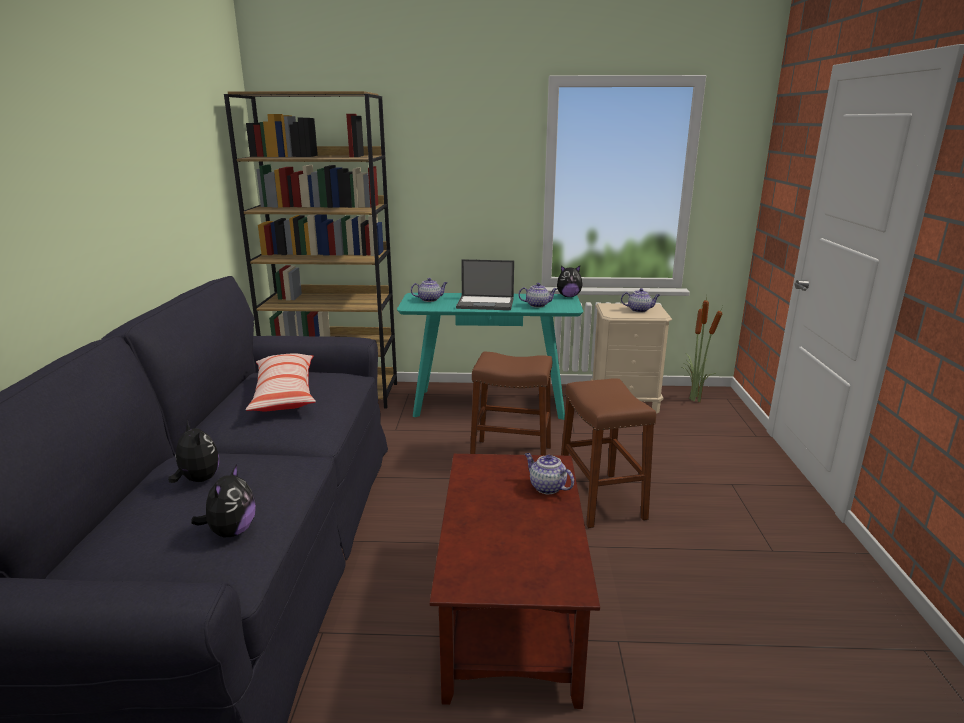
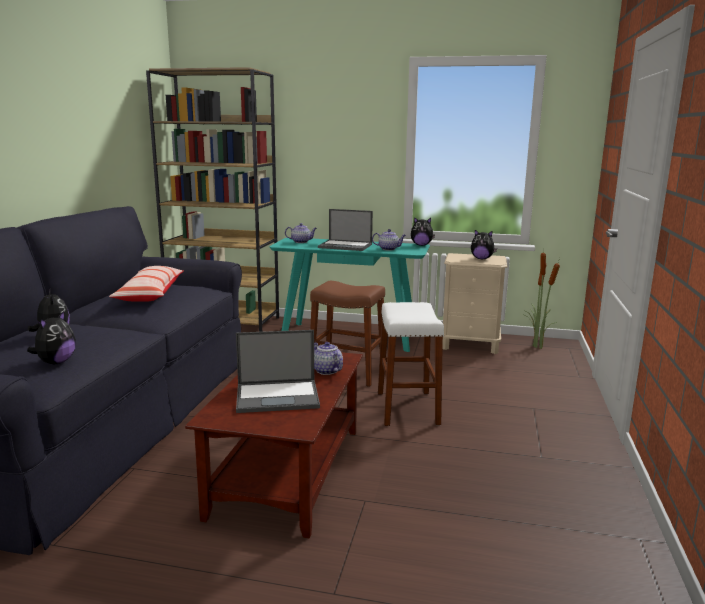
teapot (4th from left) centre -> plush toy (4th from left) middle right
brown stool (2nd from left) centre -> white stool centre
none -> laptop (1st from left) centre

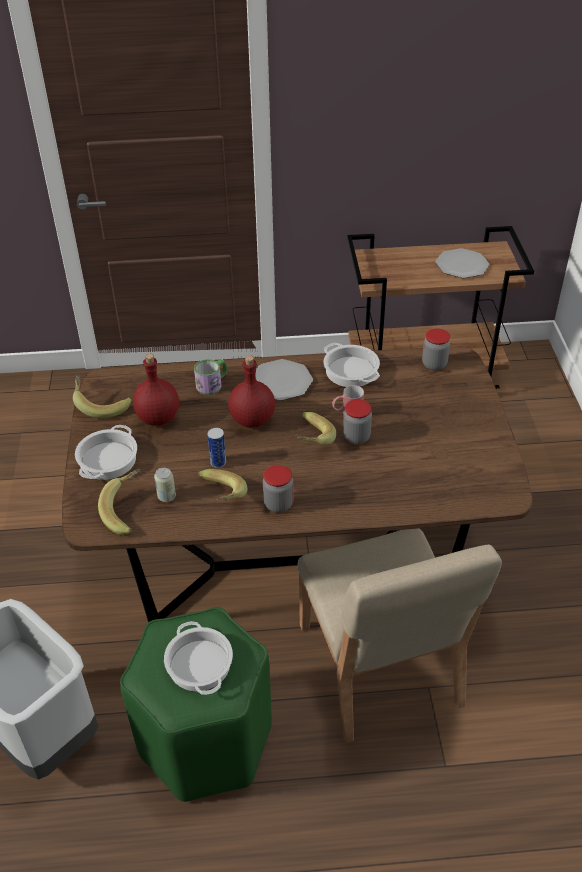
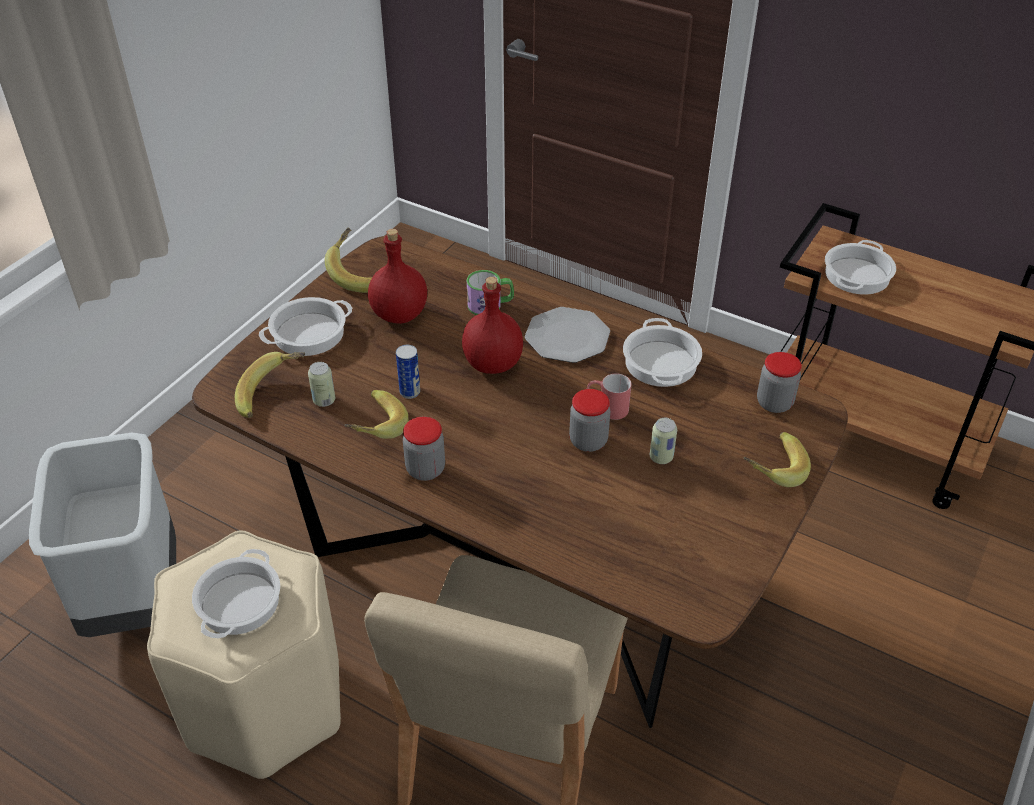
plate (2nd from left) top right -> none
banana (4th from left) centre -> banana (4th from left) middle right, moved
green stool bottom centre -> beige stool bottom left
none -> cooking pot (4th from left) top right
none -> can (3rd from left) centre

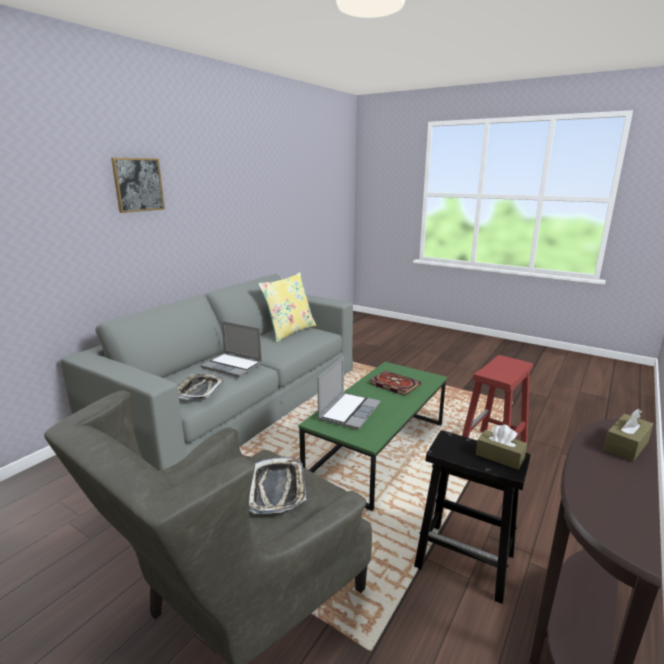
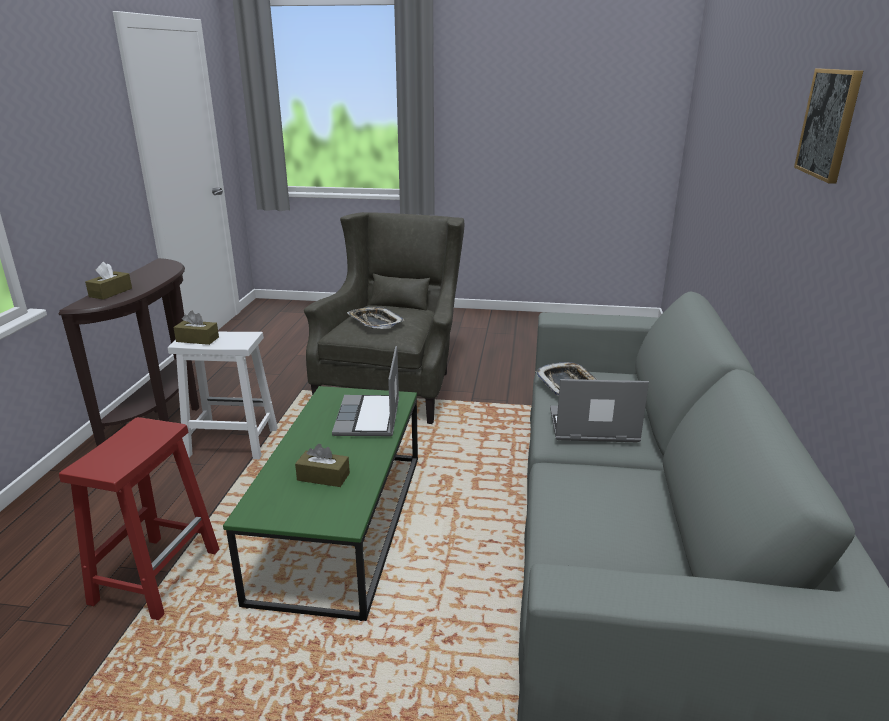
yellow pillow centre -> none
book centre -> brown tissue box (3rd from left) centre
black stool bottom right -> white stool middle left

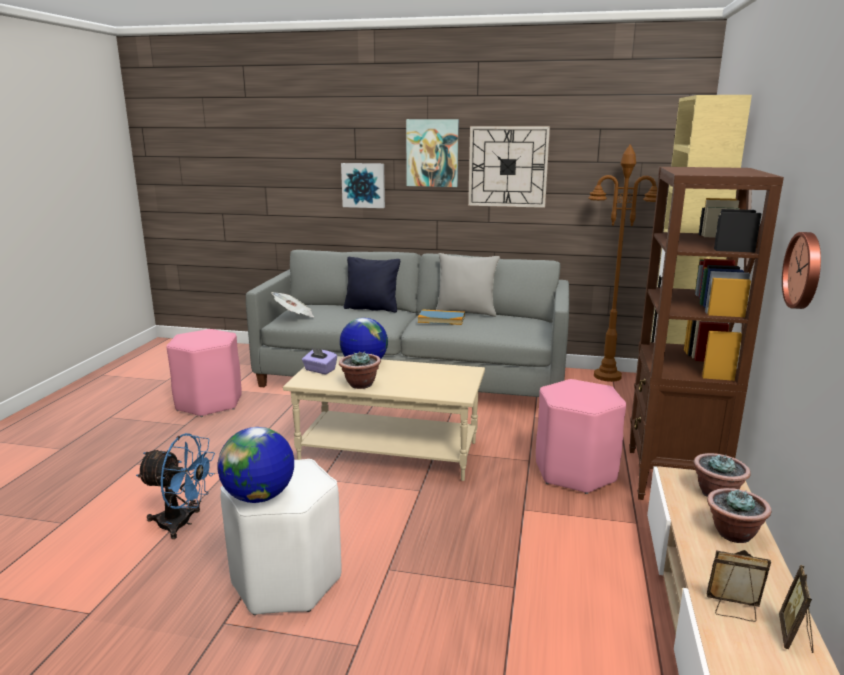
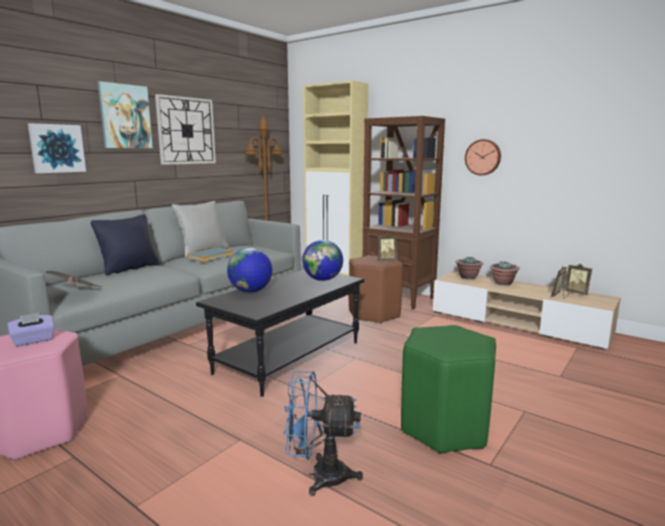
purple tissue box centre -> purple tissue box middle left, moved
potted plant (1st from left) centre -> none
beige coffee table centre -> black coffee table centre
pink stool (2nd from left) middle right -> brown stool centre
globe (1st from left in the first image) bottom left -> globe (2nd from left) centre, moved
blue fan bottom left -> blue fan bottom centre, 120 degrees counterclockwise
white stool bottom left -> green stool bottom right
none -> picture frame (1st from left) centre

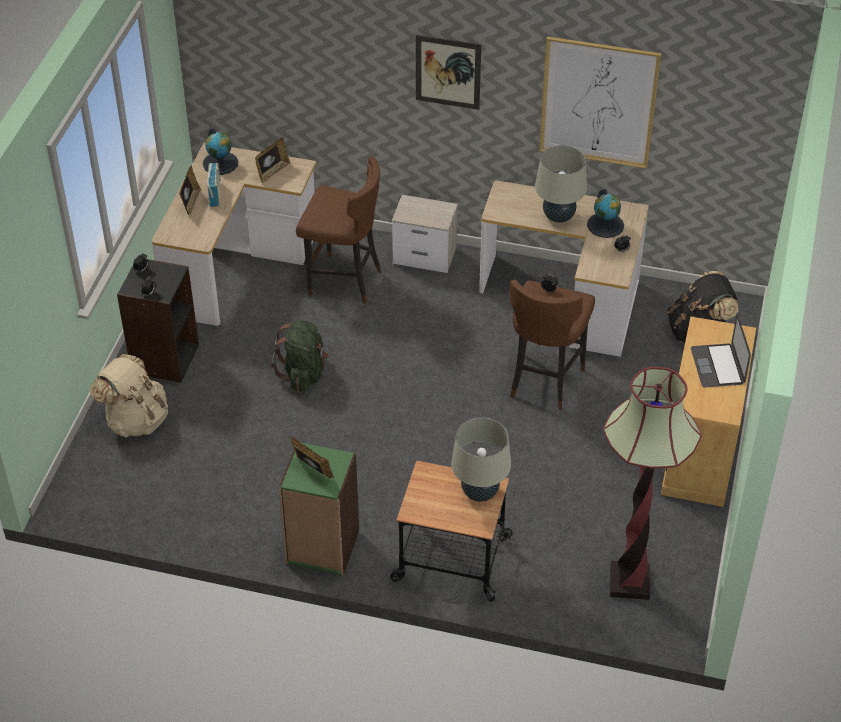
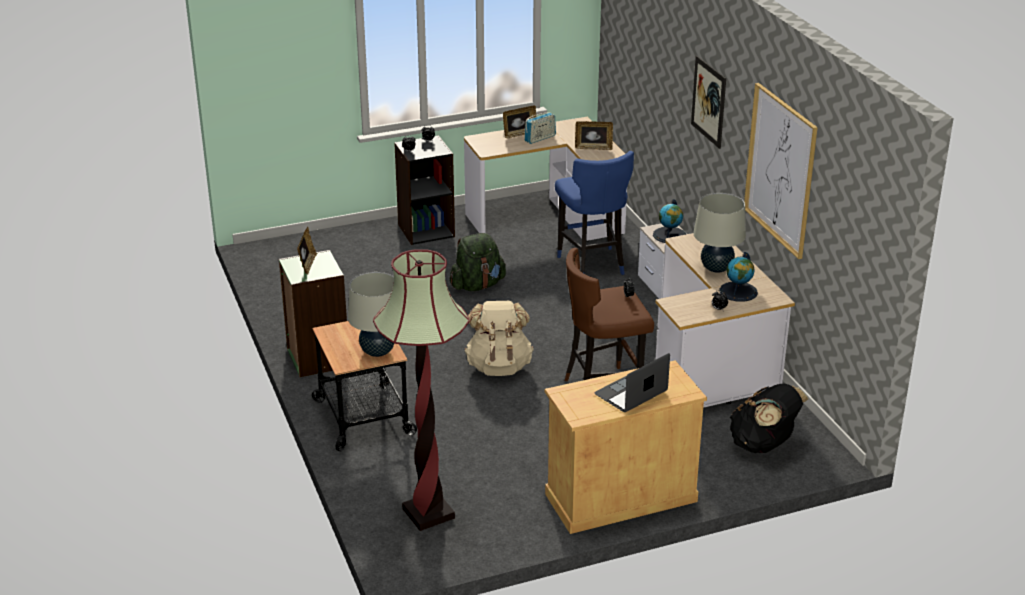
globe (1st from left) top left -> globe (1st from left) centre, moved
brown stool (1st from left) top centre -> blue stool centre
beige backpack middle left -> beige backpack centre, moved

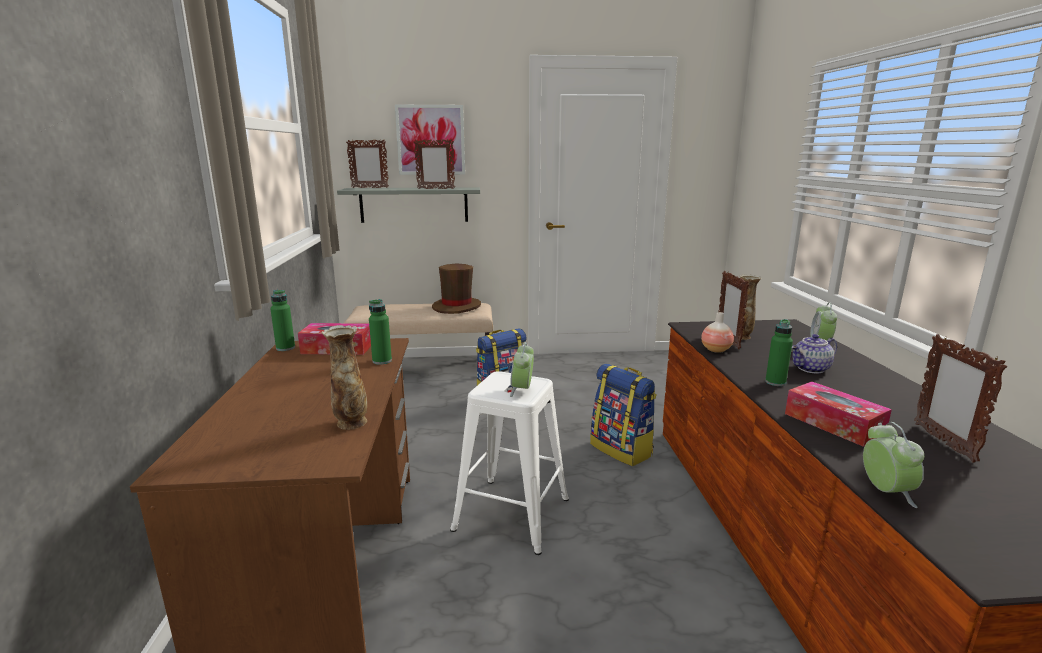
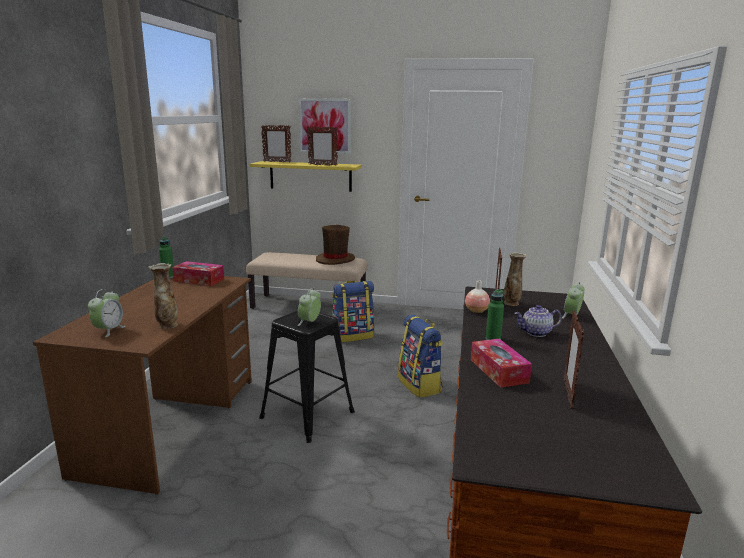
grey shelf top centre -> yellow shelf top centre
green bottle (2nd from left) centre -> none
white stool bottom centre -> black stool bottom centre
alarm clock (3rd from left in the first image) bottom right -> alarm clock (1st from left) middle left, moved

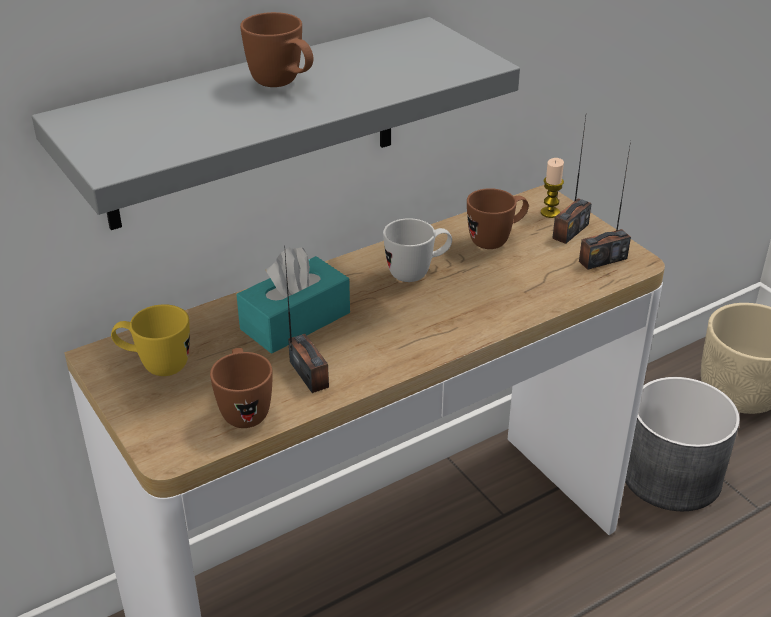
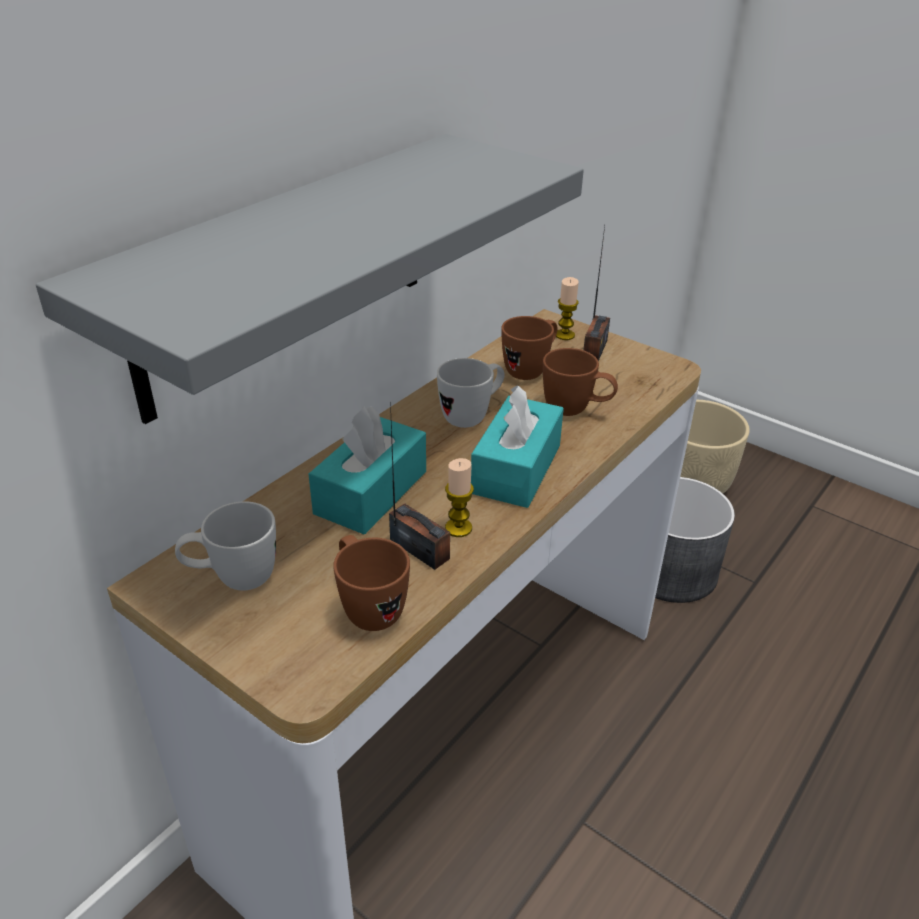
brown mug (2nd from left in the first image) top centre -> brown mug (3rd from left) centre, moved
radio (3rd from left) top right -> none
yellow mug middle left -> white mug (1st from left) middle left
none -> turquoise tissue box (2nd from left) centre
none -> candle (1st from left) centre

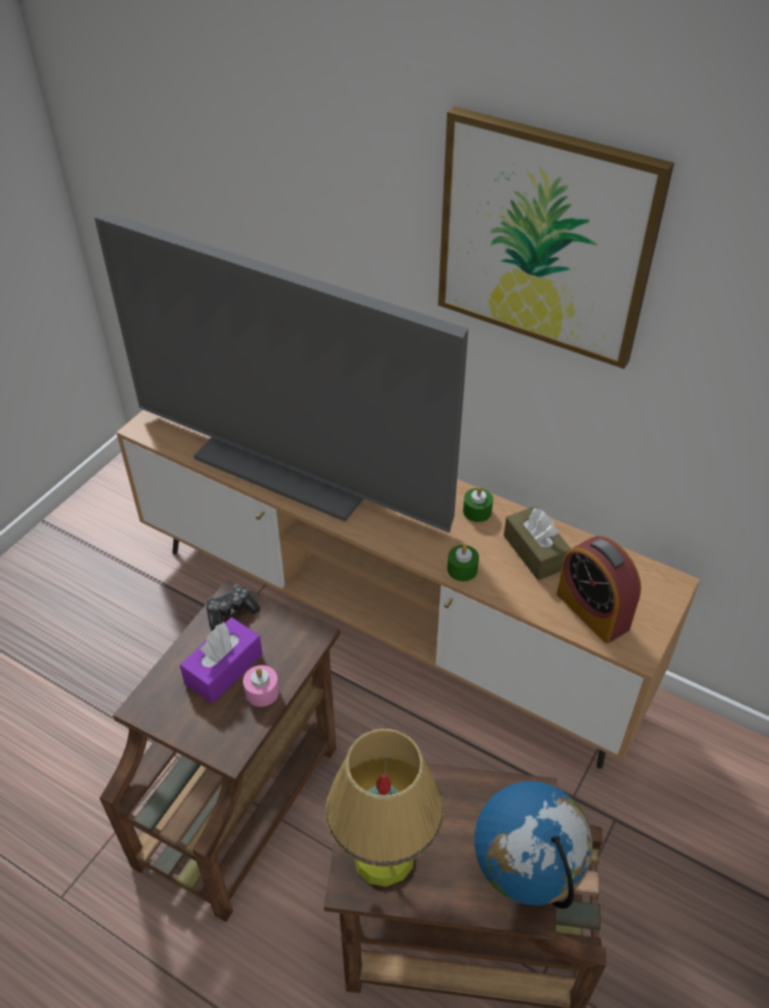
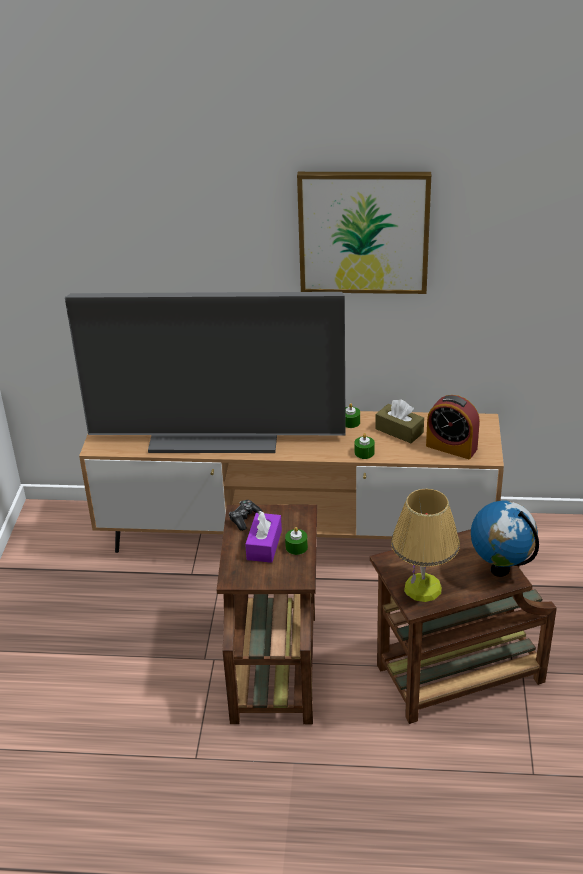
pink candle bottom centre -> green candle (1st from left) centre

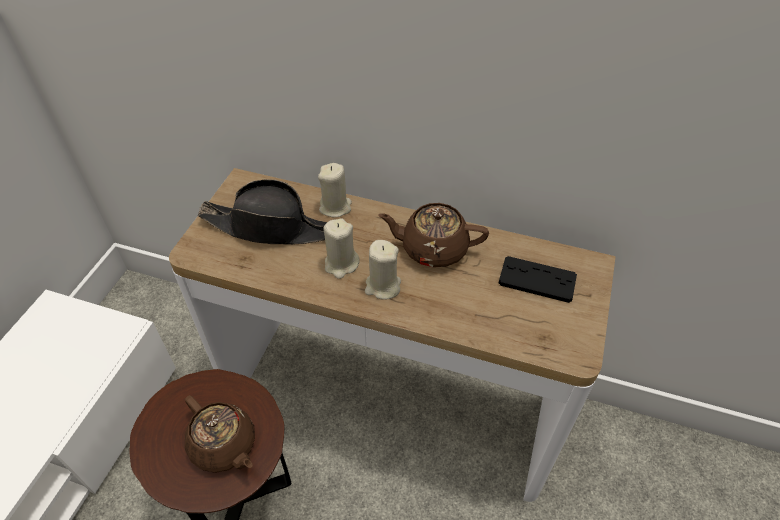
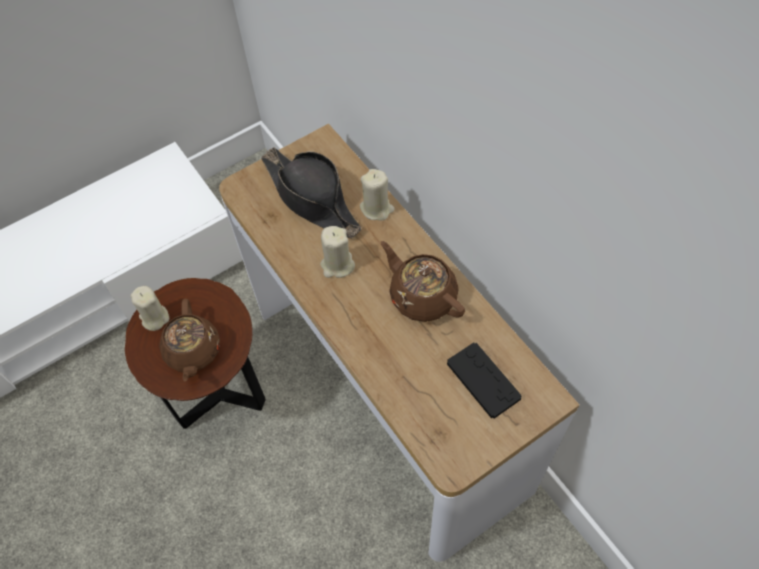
beige candle (3rd from left in the first image) centre -> beige candle (1st from left) middle left, moved

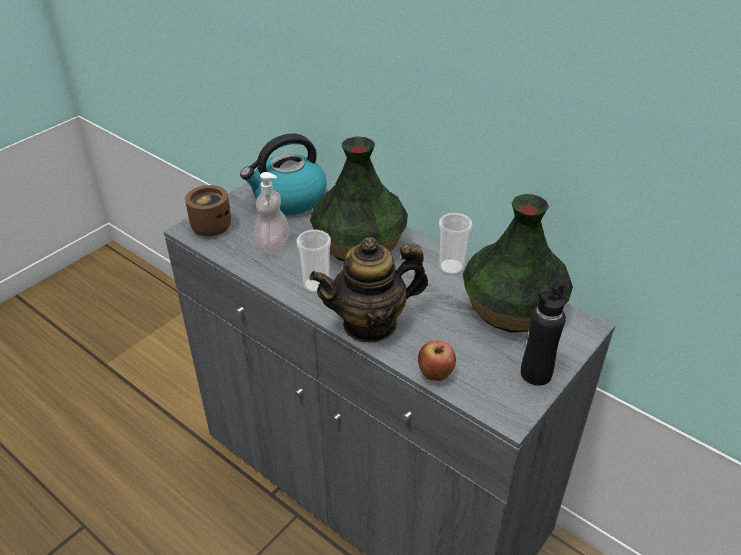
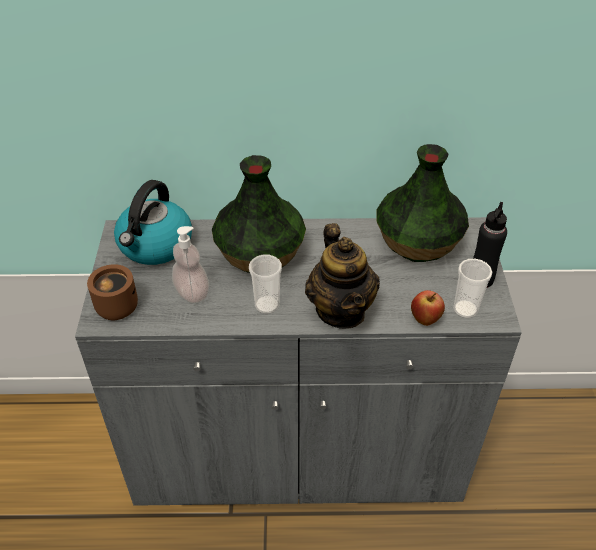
cup (2nd from left) centre -> cup (2nd from left) middle right, moved
teapot centre, 45 degrees counterclockwise

